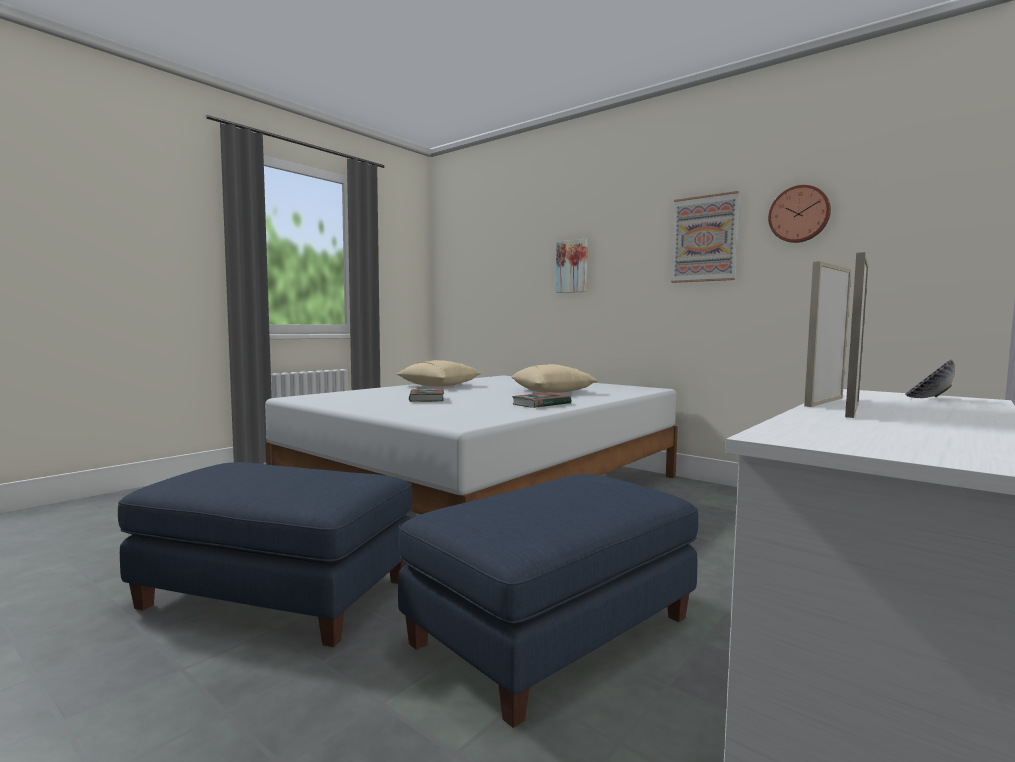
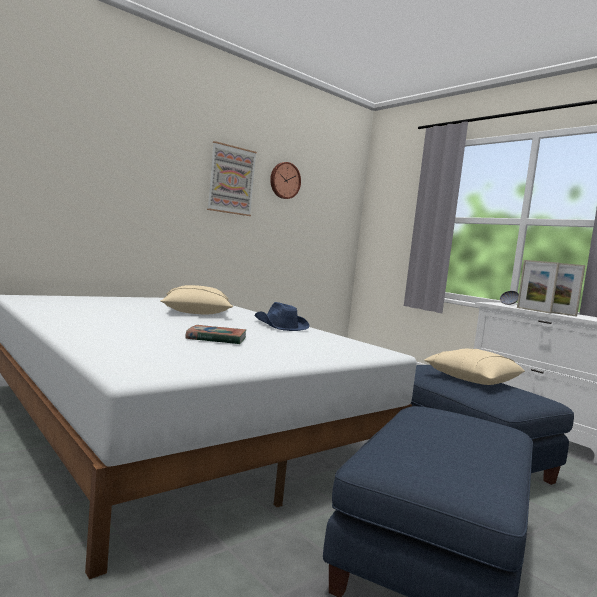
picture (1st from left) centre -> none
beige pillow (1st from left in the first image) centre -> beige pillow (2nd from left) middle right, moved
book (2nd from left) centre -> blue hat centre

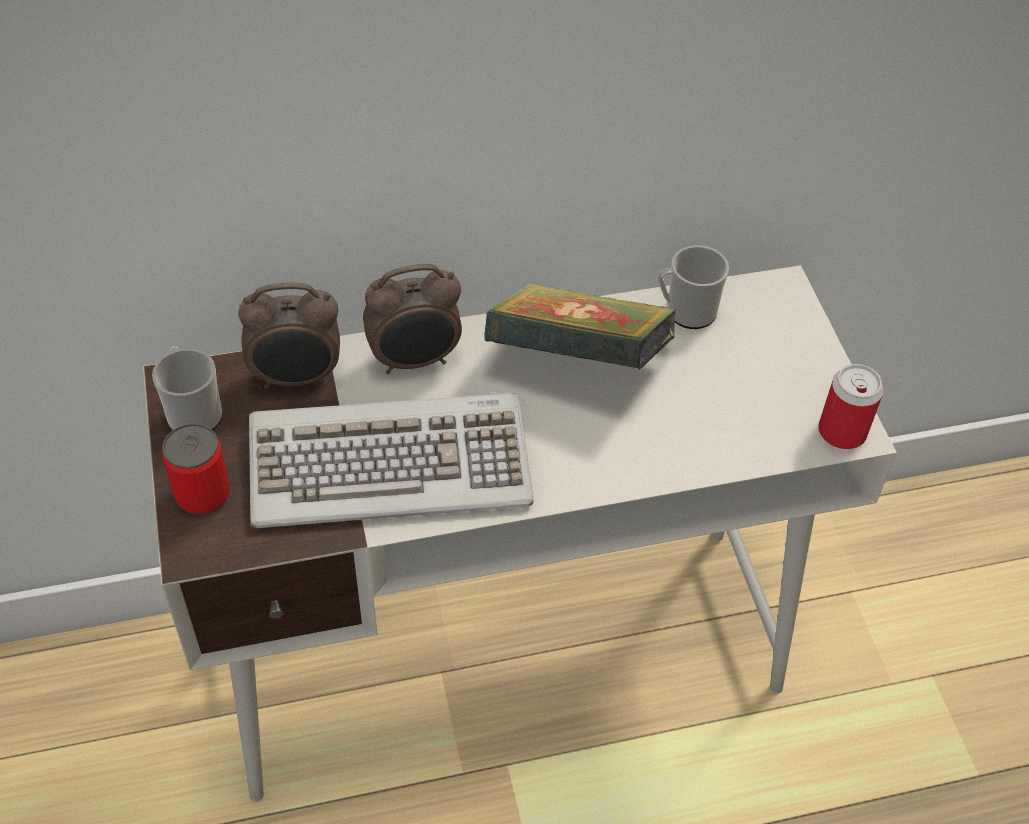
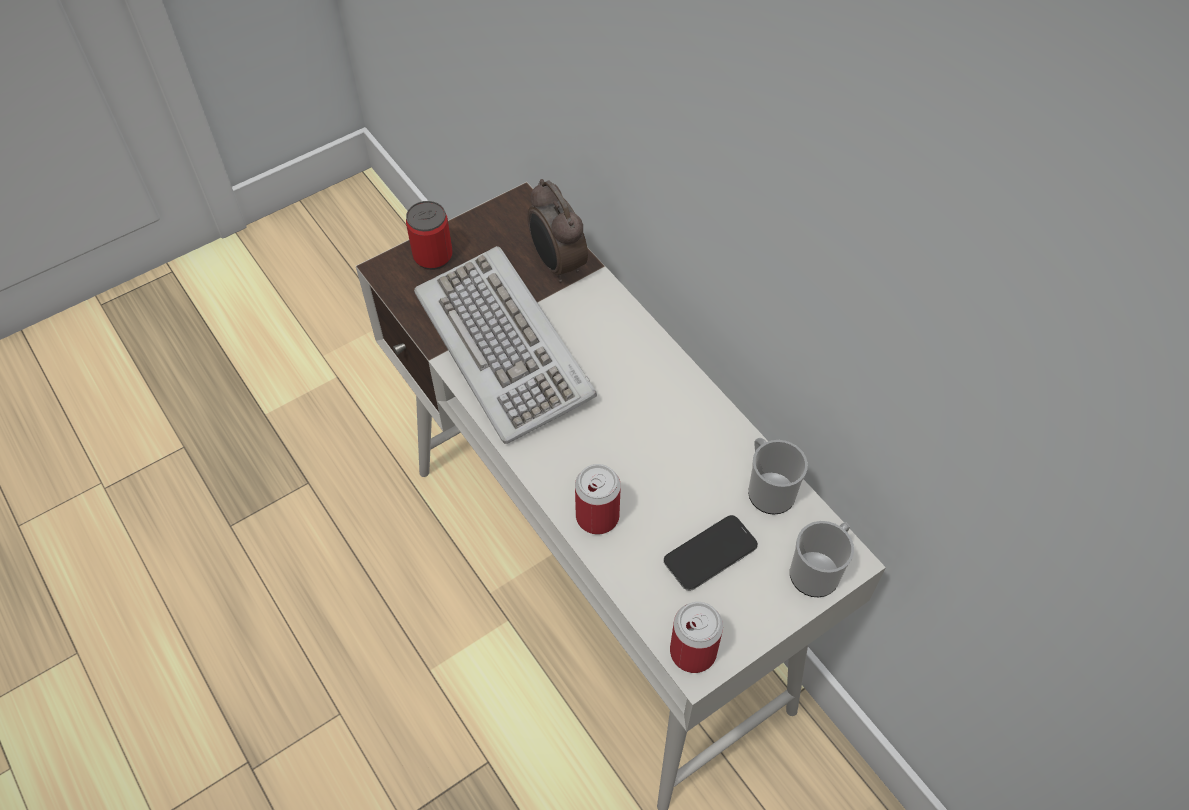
alarm clock (2nd from left) centre -> none
book centre -> none
mug (1st from left in the first image) middle left -> mug (2nd from left) bottom right, moved
none -> can (2nd from left) centre
none -> phone bottom centre

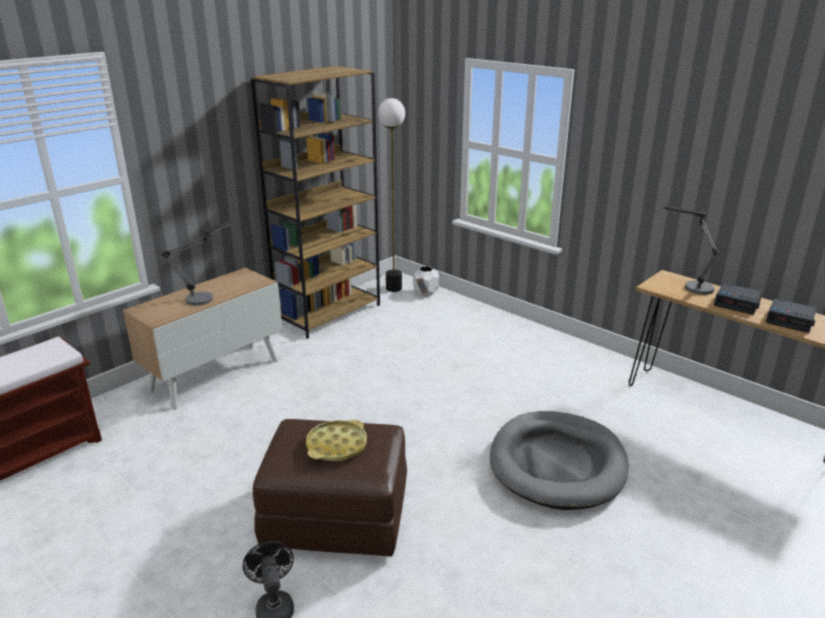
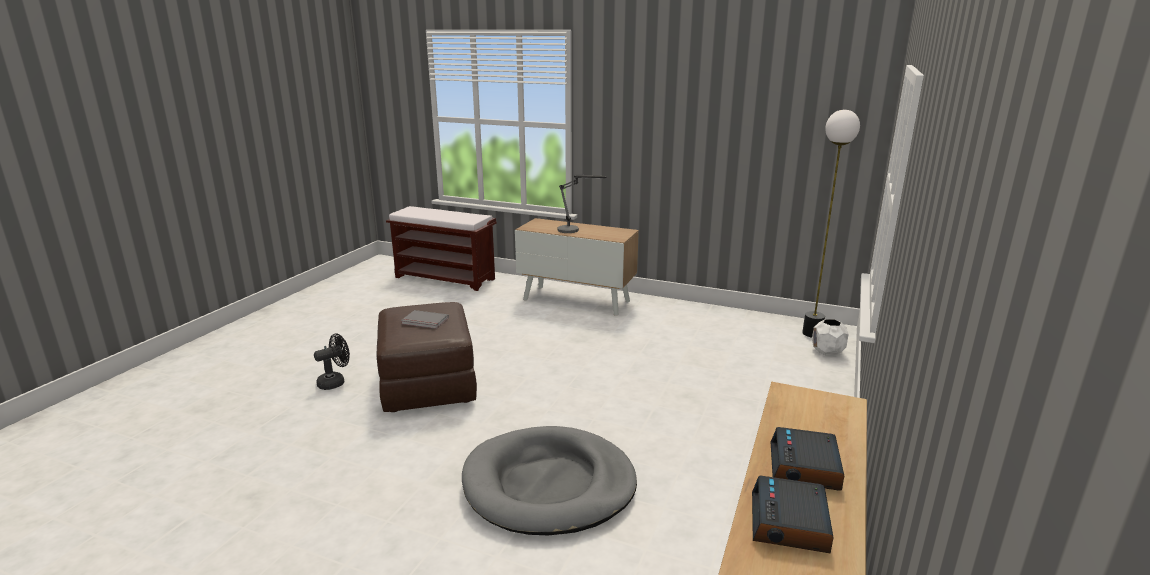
brown bookcase top centre -> none
table lamp (2nd from left) middle right -> none
yellow tray bottom centre -> grey book centre

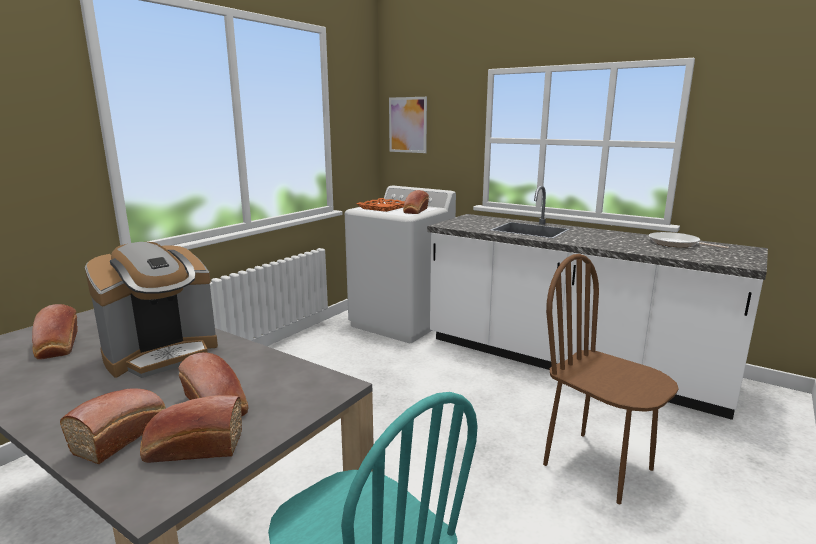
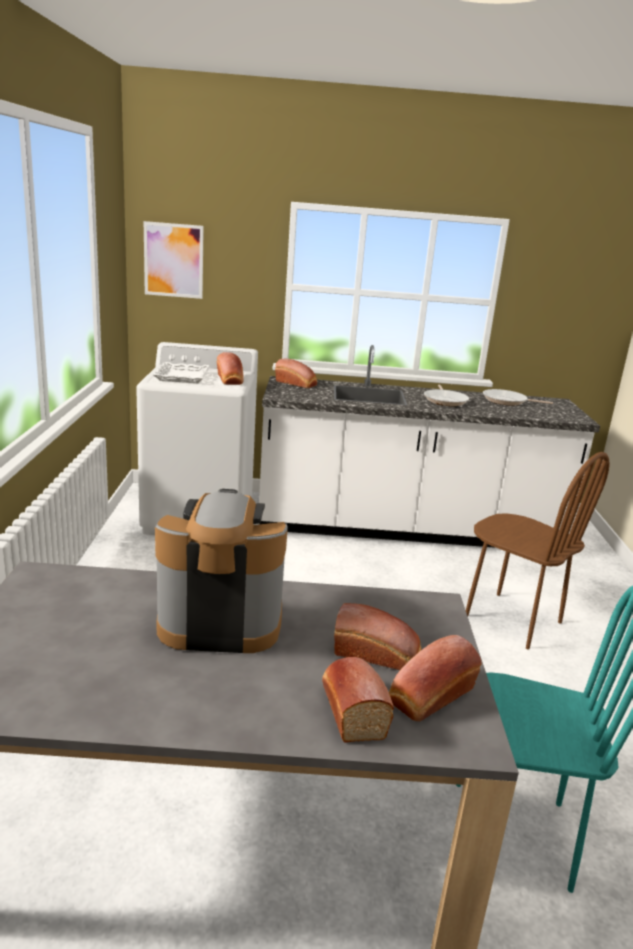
orange tray centre -> white tray middle left
coffee machine middle left -> coffee machine centre, 105 degrees counterclockwise
brown chair bottom right -> brown chair middle right, 150 degrees counterclockwise
bread (1st from left in the first image) middle left -> bread (2nd from left) centre, moved
none -> frying pan (1st from left) middle right

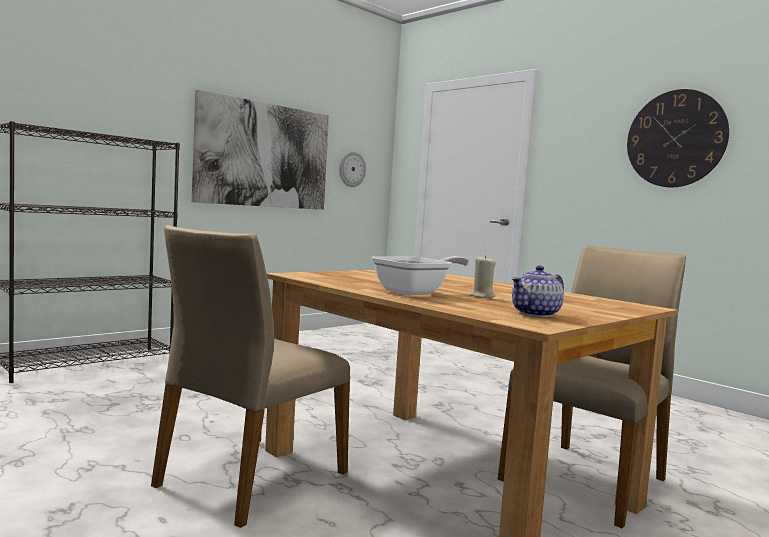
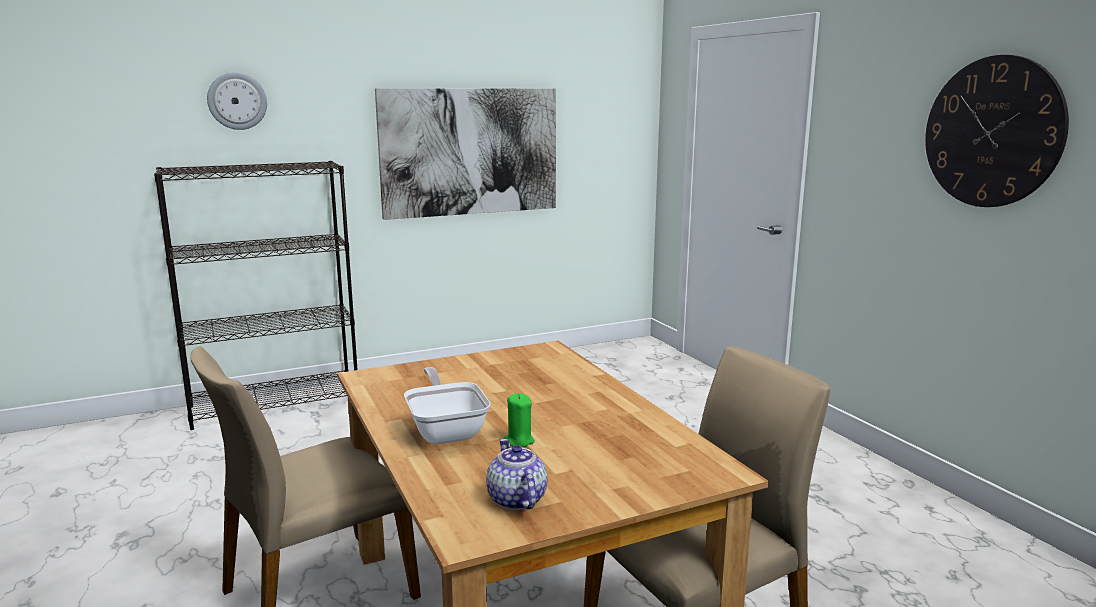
wall clock (1st from left) top centre -> wall clock (1st from left) top left, moved
beige candle centre -> green candle bottom centre
frying pan centre -> frying pan bottom centre, 90 degrees counterclockwise
teapot middle right -> teapot bottom centre, 90 degrees clockwise

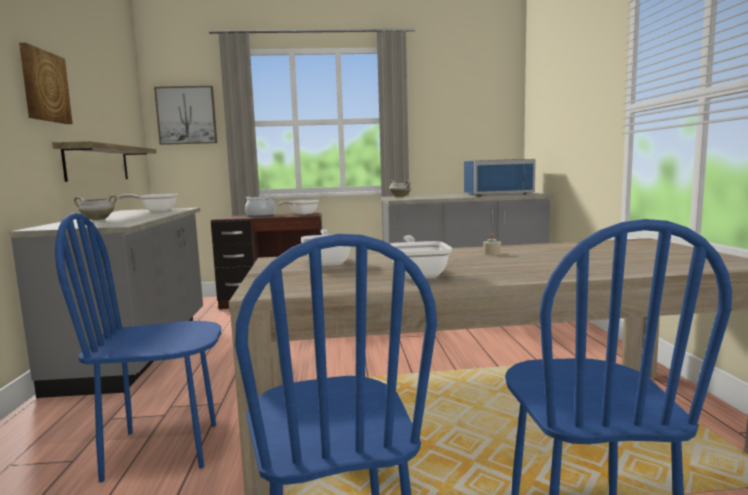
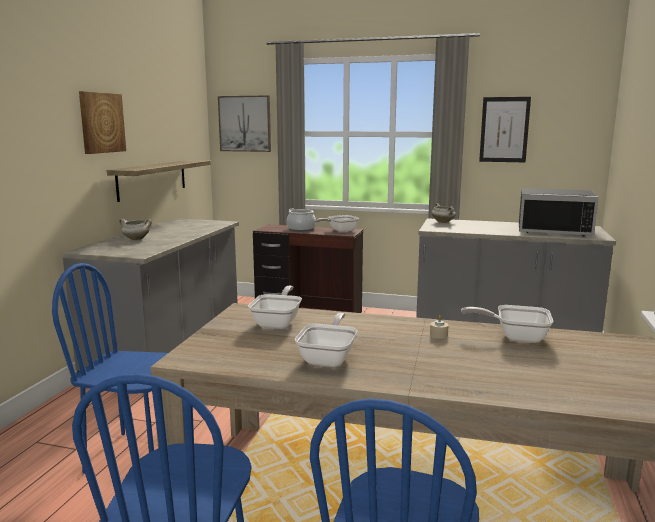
blue microwave middle right -> black microwave middle right
frying pan (1st from left in the first image) middle left -> frying pan (4th from left) middle right, moved
none -> picture (3rd from left) top right

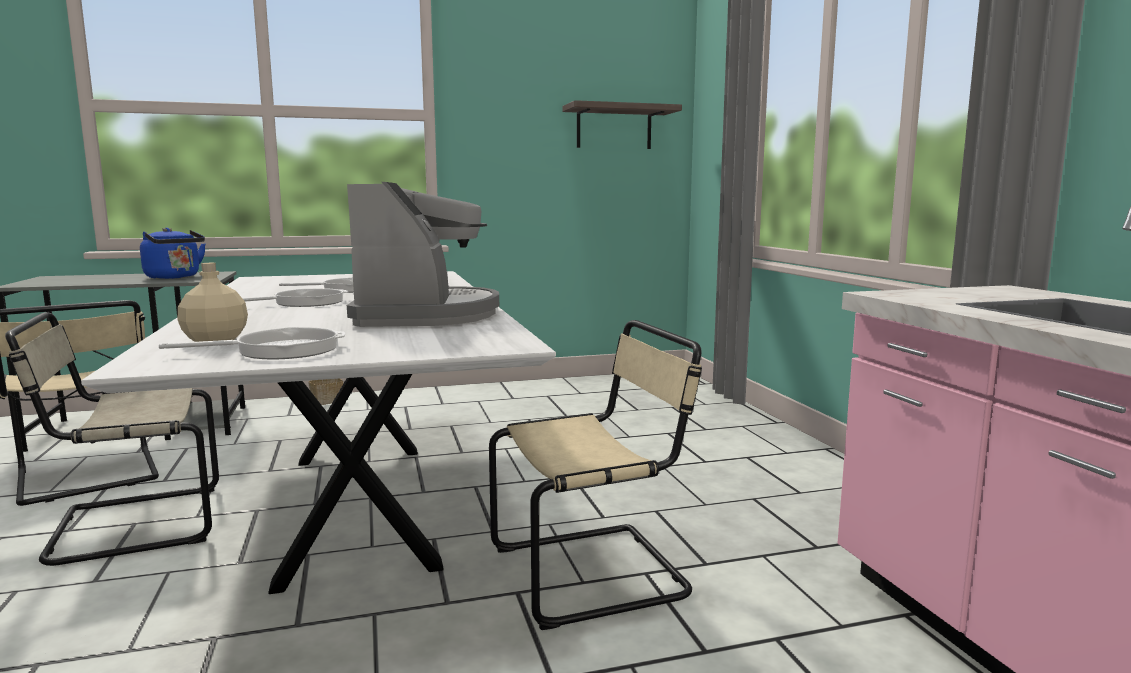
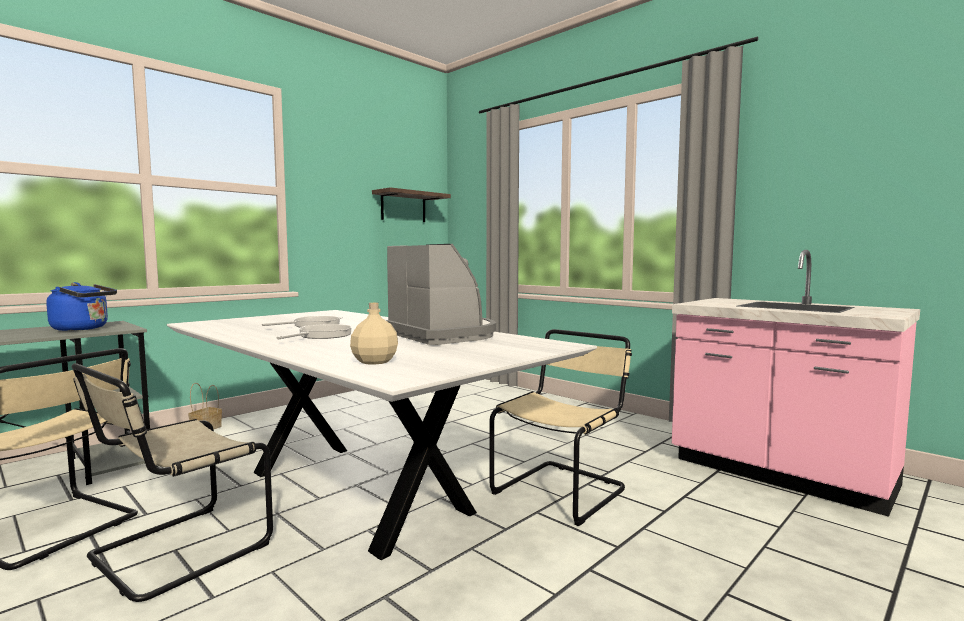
frying pan (1st from left) middle left -> none

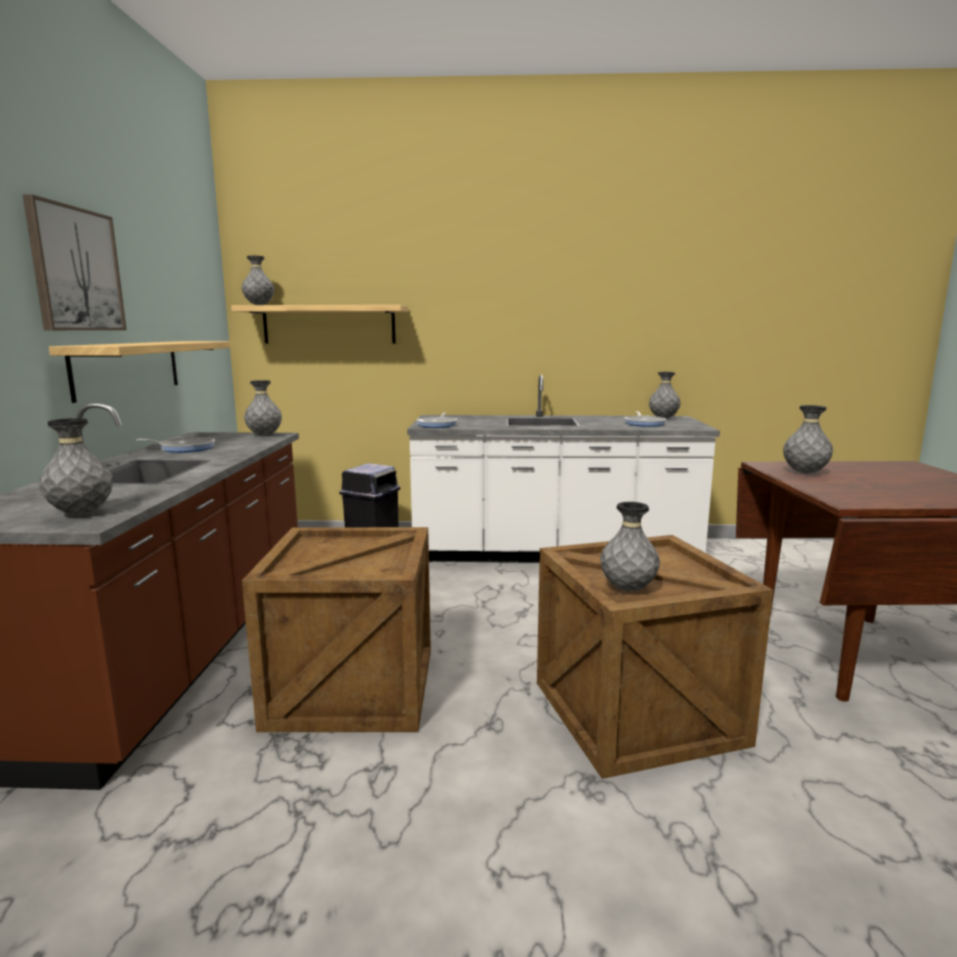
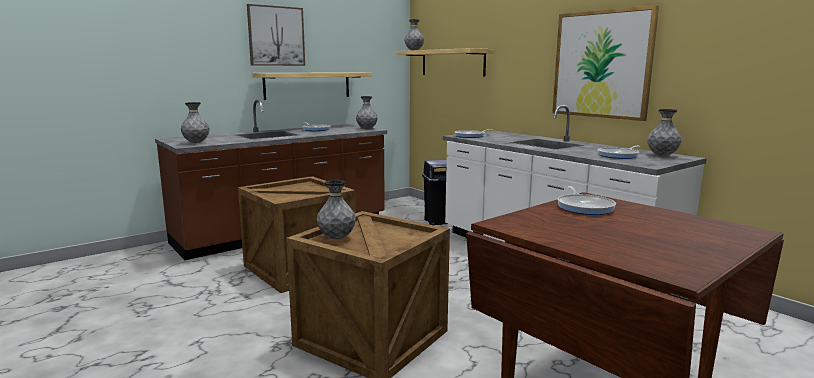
grey vase (6th from left) middle right -> frying pan (3rd from left) middle right
none -> picture (2nd from left) top right

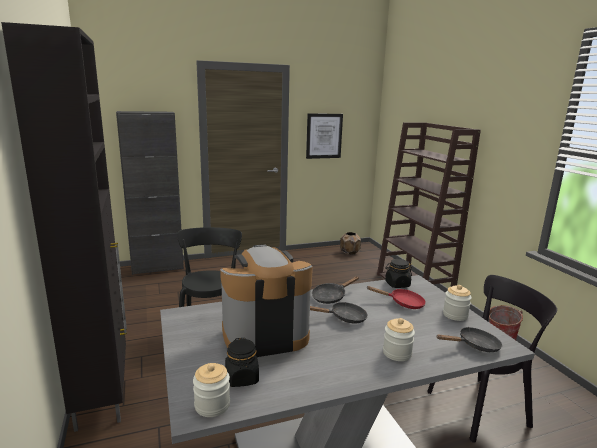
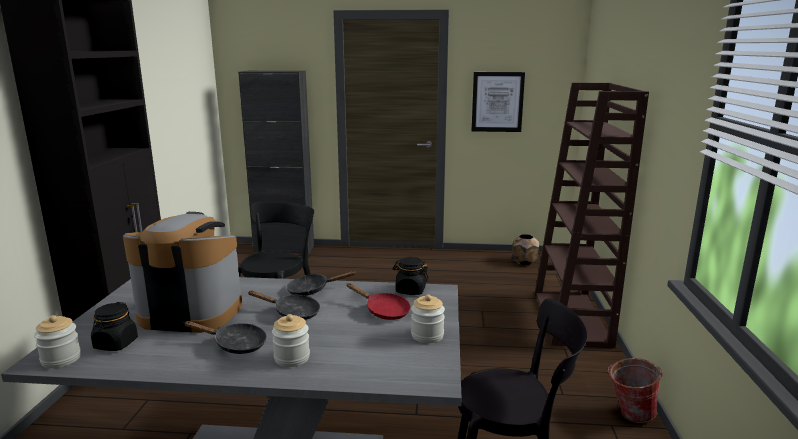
black frying pan (3rd from left in the first image) bottom right -> black frying pan (1st from left) bottom left, moved

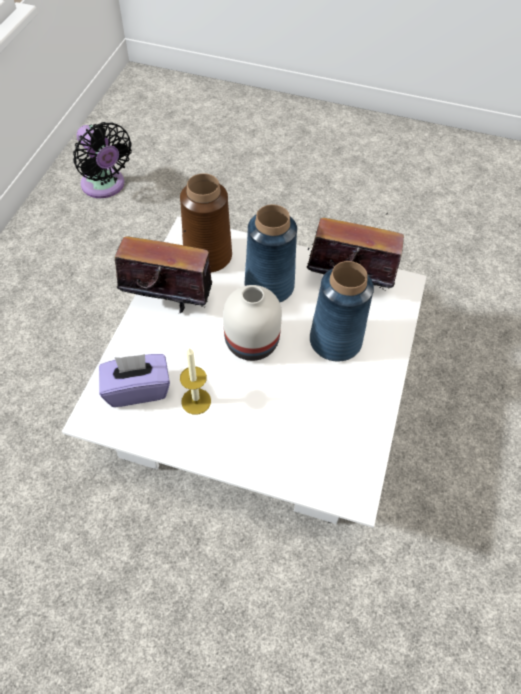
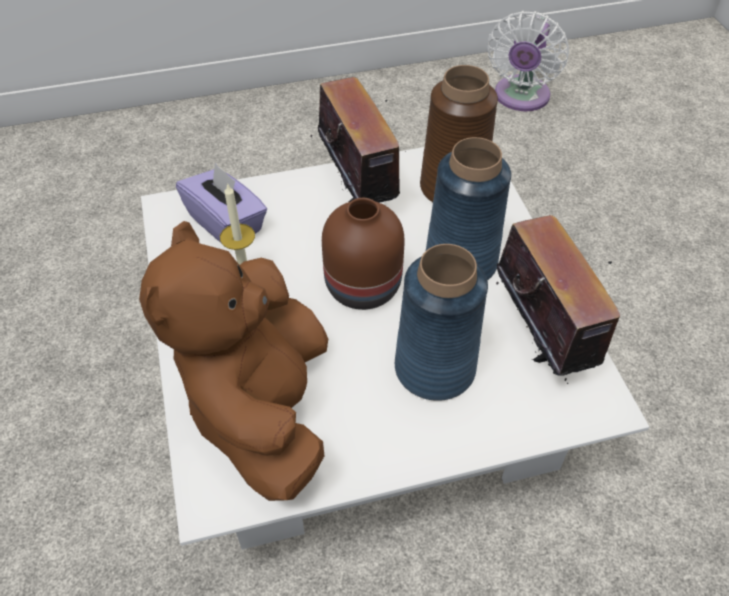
black fan top left -> white fan top right
white vase centre -> brown vase (1st from left) centre
none -> brown plush toy middle left

